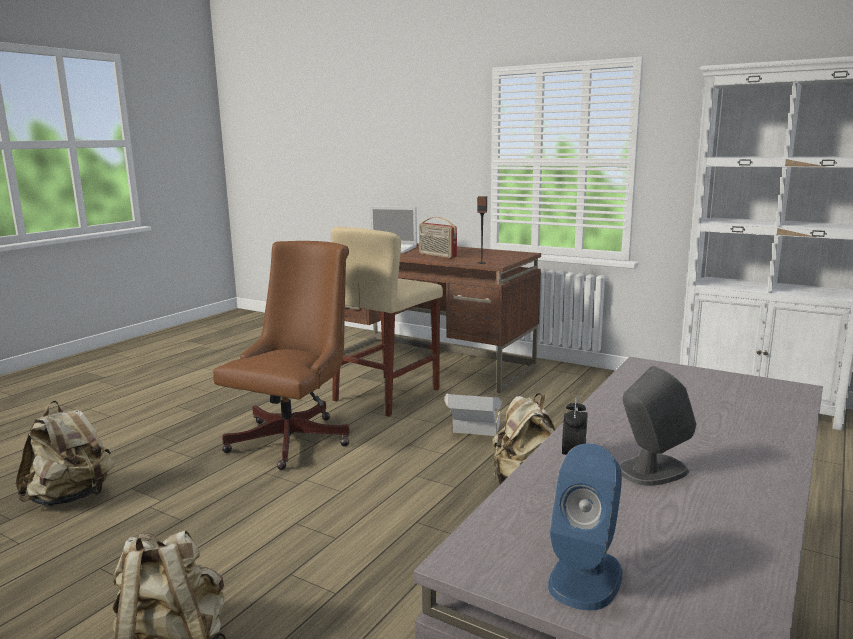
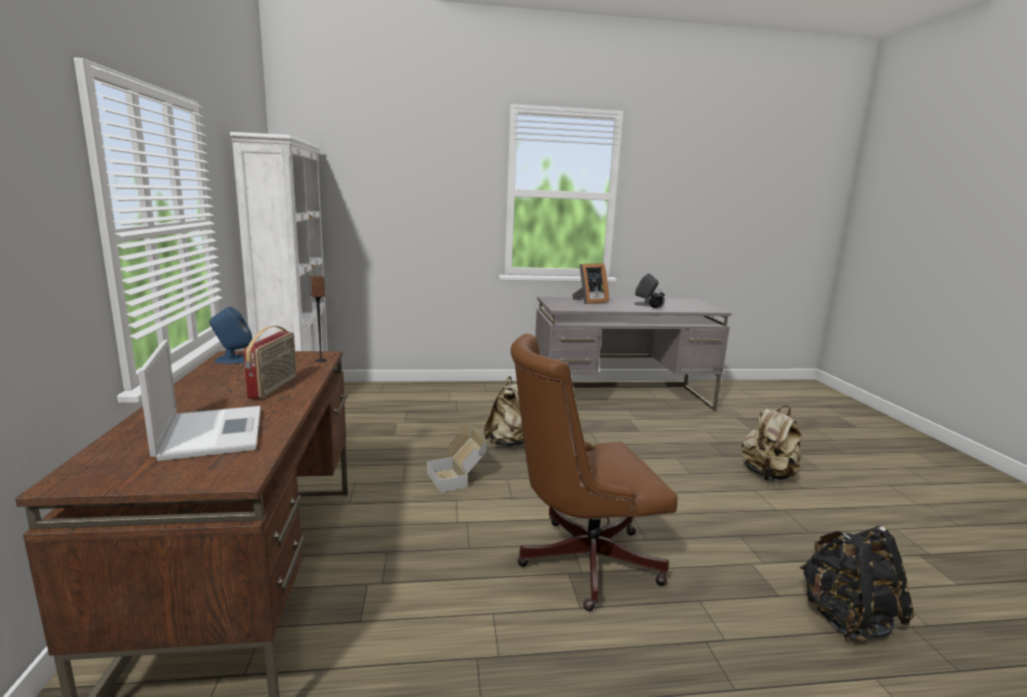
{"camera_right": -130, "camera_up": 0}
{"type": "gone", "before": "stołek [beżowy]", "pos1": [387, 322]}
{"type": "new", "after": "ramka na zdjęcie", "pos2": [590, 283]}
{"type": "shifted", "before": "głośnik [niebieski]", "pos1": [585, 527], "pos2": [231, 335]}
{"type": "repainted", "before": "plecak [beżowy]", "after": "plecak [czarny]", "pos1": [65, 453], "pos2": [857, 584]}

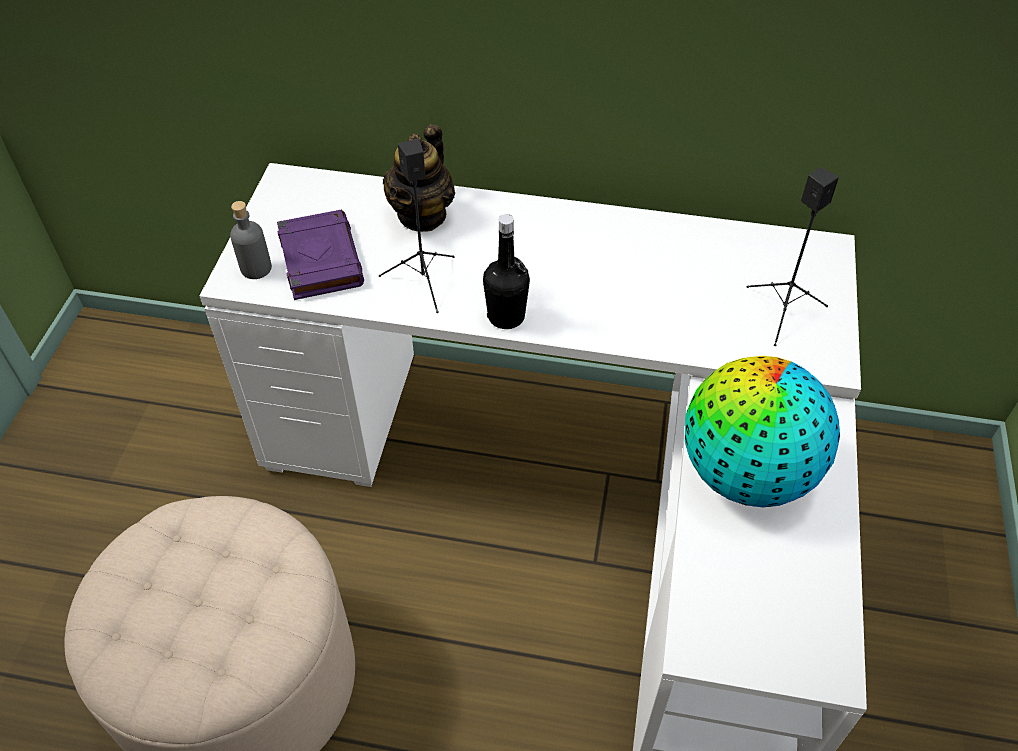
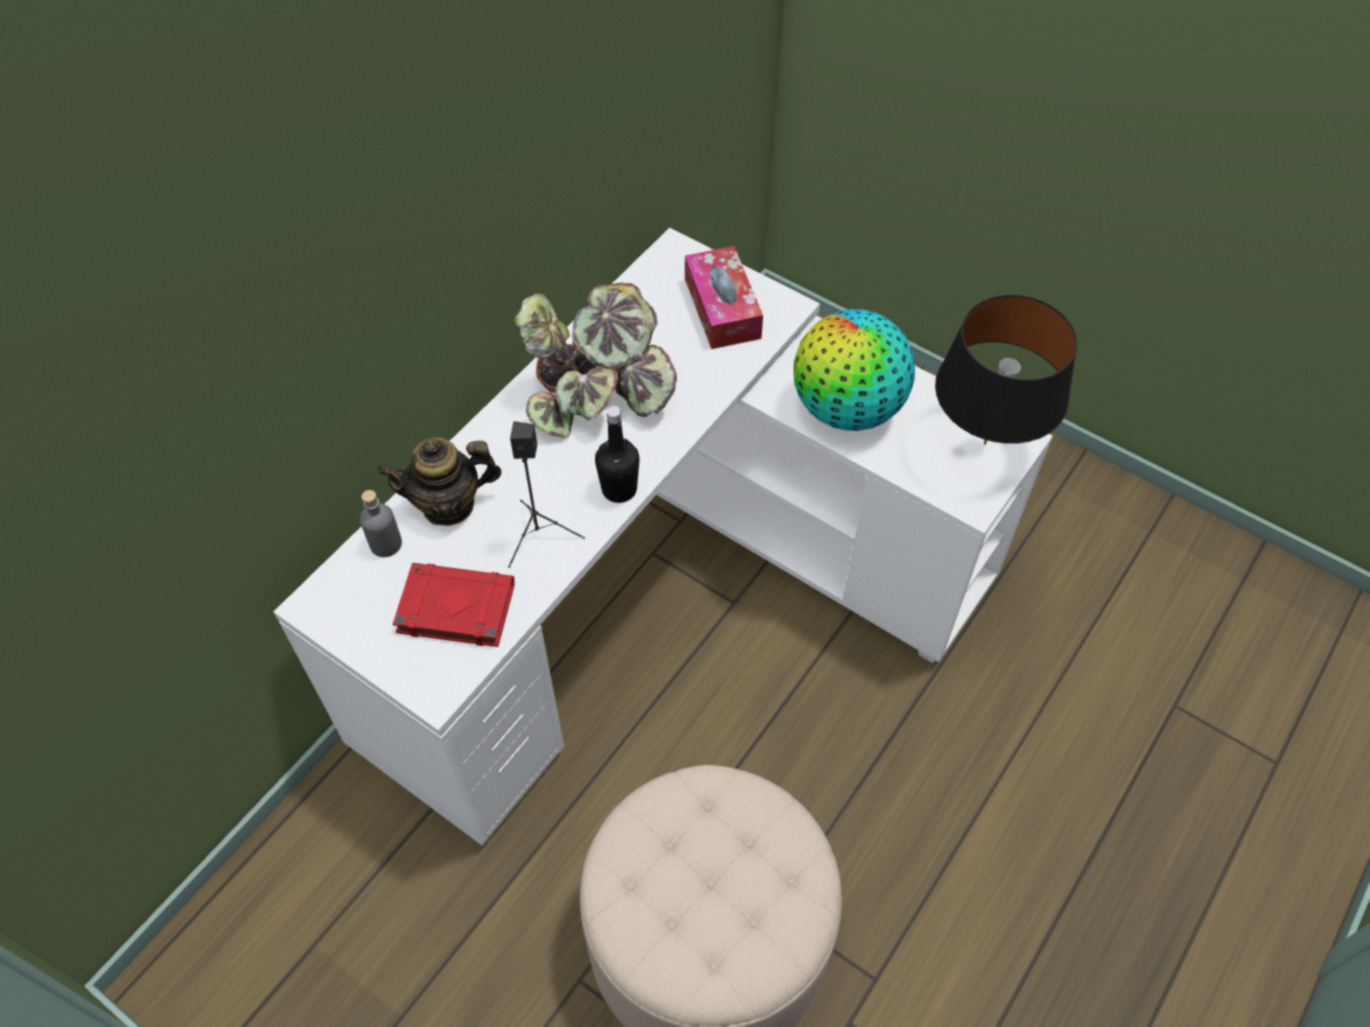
{"camera_right": -65, "camera_up": 5}
{"type": "new", "after": "roślina doniczkowa", "pos2": [595, 360]}
{"type": "new", "after": "lampa stołowa [czarny]", "pos2": [1006, 370]}
{"type": "shifted", "before": "butelka [szary]", "pos1": [251, 240], "pos2": [381, 523]}
{"type": "swapped", "before": "głośnik [czarny]", "after": "pudełko chusteczek", "pos1": [793, 256], "pos2": [724, 297]}
{"type": "repainted", "before": "książka [fioletowy]", "after": "książka [czerwony]", "pos1": [320, 255], "pos2": [454, 605]}
{"type": "rotated", "before": "imbryk", "pos1": [419, 178], "pos2": [440, 482], "turn": 120}

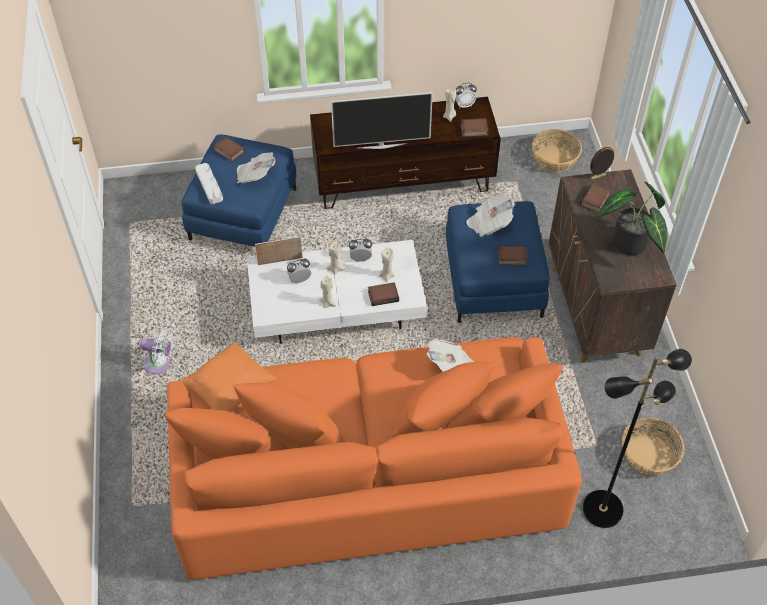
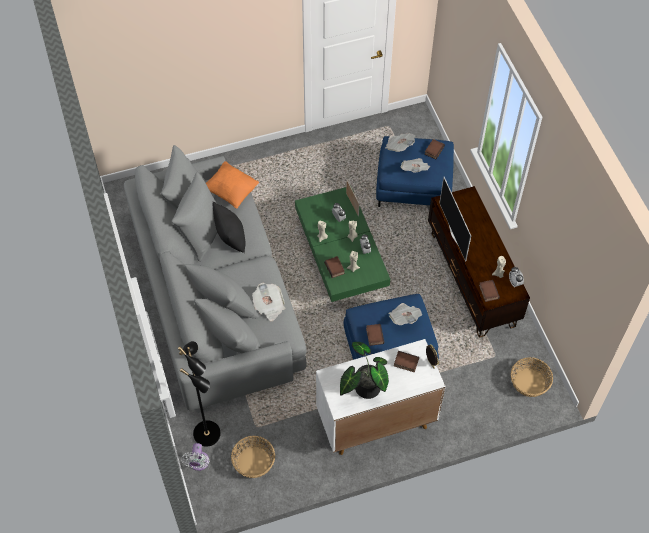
{"camera_right": 80, "camera_up": 5}
{"type": "new", "after": "poduszka [czarny]", "pos2": [228, 227]}
{"type": "shifted", "before": "wentylator [biały]", "pos1": [157, 351], "pos2": [195, 457]}
{"type": "swapped", "before": "taca [szary]", "after": "gazeta", "pos1": [209, 183], "pos2": [400, 142]}
{"type": "repainted", "before": "kanapa [pomarańczowy]", "after": "kanapa [szary]", "pos1": [373, 458], "pos2": [215, 278]}
{"type": "repainted", "before": "ława [biały]", "after": "ława [zielony]", "pos1": [337, 292], "pos2": [342, 244]}
{"type": "repainted", "before": "szafka [brązowy]", "after": "szafka [biały]", "pos1": [612, 266], "pos2": [381, 397]}

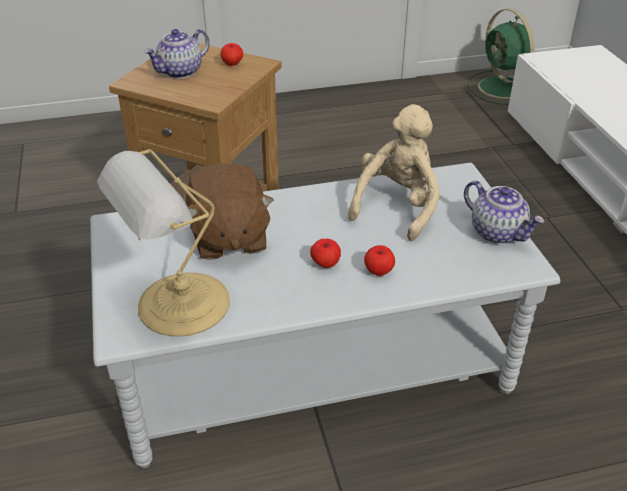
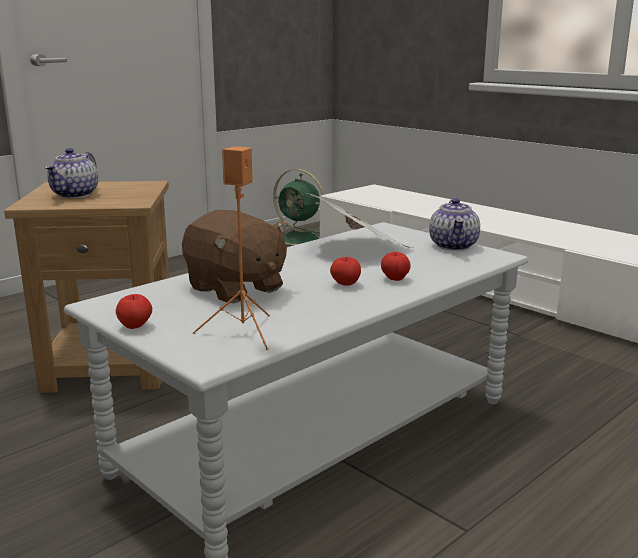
{"camera_right": -30, "camera_up": -20}
{"type": "shifted", "before": "jabłko", "pos1": [231, 54], "pos2": [134, 311]}
{"type": "swapped", "before": "lampa stołowa", "after": "głośnik [pomarańczowy]", "pos1": [163, 243], "pos2": [231, 248]}
{"type": "swapped", "before": "pluszak [beżowy]", "after": "gazeta", "pos1": [394, 172], "pos2": [360, 220]}
{"type": "rotated", "before": "imbryk", "pos1": [504, 212], "pos2": [454, 224], "turn": 75}

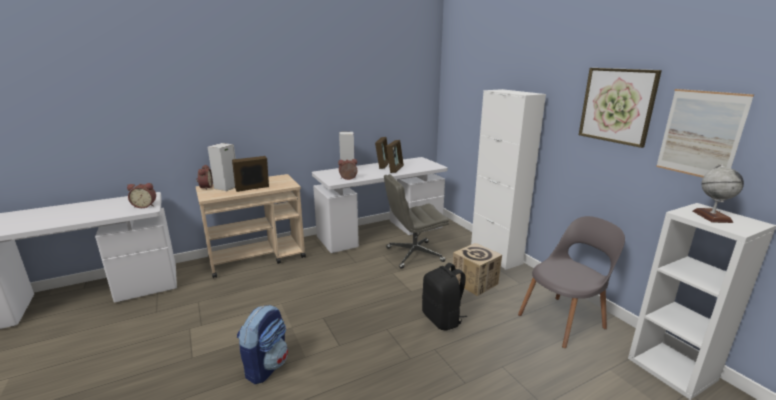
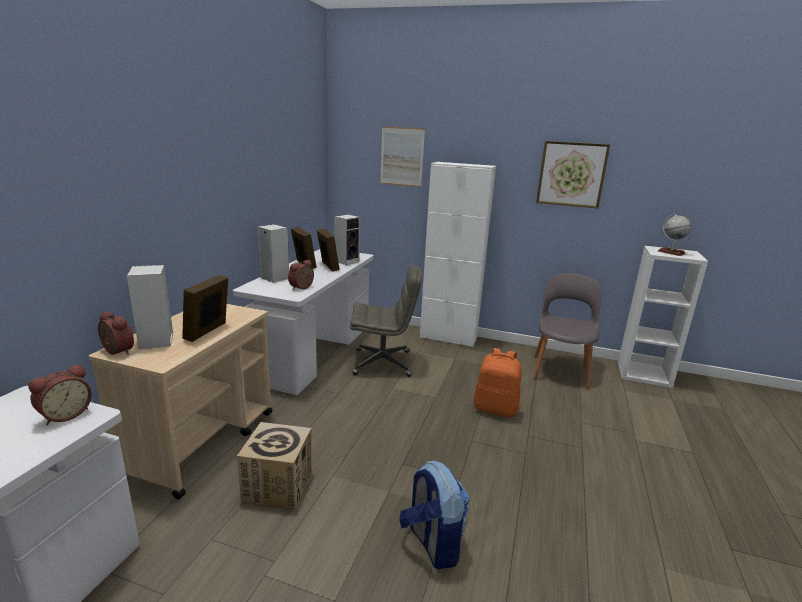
{"camera_right": -45, "camera_up": 0}
{"type": "new", "after": "głośnik", "pos2": [347, 240]}
{"type": "shifted", "before": "karton", "pos1": [477, 269], "pos2": [274, 465]}
{"type": "shifted", "before": "obraz", "pos1": [705, 133], "pos2": [402, 156]}
{"type": "repainted", "before": "plecak [czarny]", "after": "plecak [pomarańczowy]", "pos1": [444, 296], "pos2": [497, 382]}
{"type": "rotated", "before": "krzesło biurowe [szary]", "pos1": [416, 221], "pos2": [386, 321], "turn": -120}

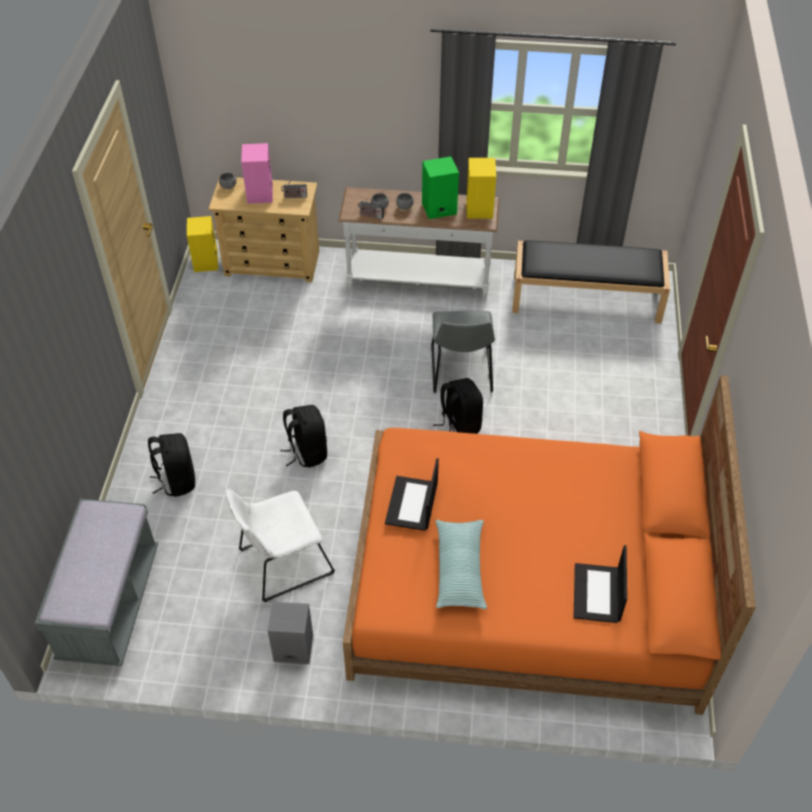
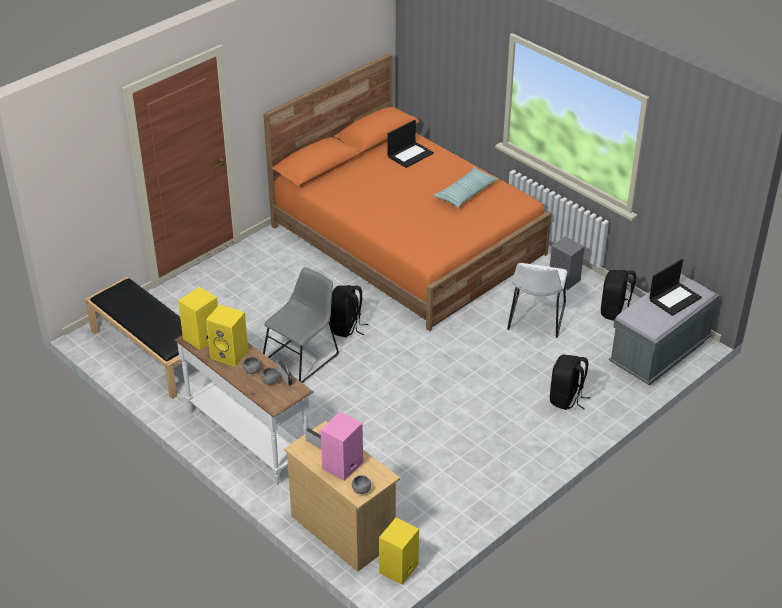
{"camera_right": -140, "camera_up": -10}
{"type": "shifted", "before": "plecak [czarny]", "pos1": [303, 436], "pos2": [618, 295]}
{"type": "shifted", "before": "laptop", "pos1": [412, 494], "pos2": [675, 287]}
{"type": "repainted", "before": "głośnik [zielony]", "after": "głośnik [żółty]", "pos1": [440, 188], "pos2": [227, 335]}
{"type": "rotated", "before": "krzesło [biały]", "pos1": [280, 545], "pos2": [537, 300], "turn": 90}

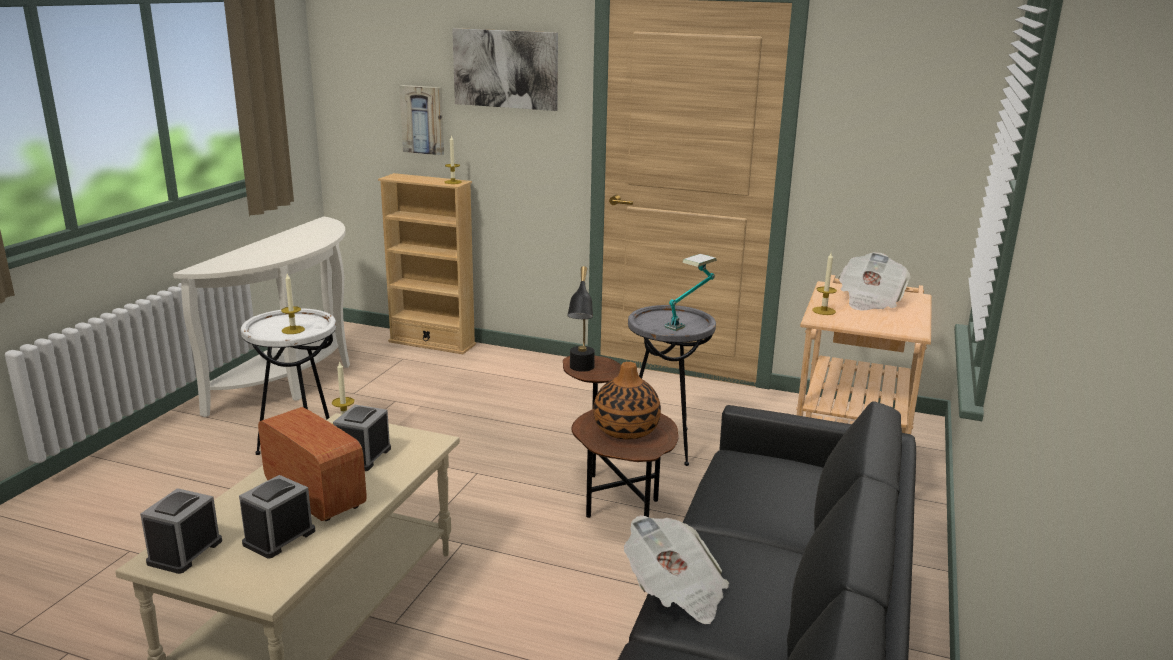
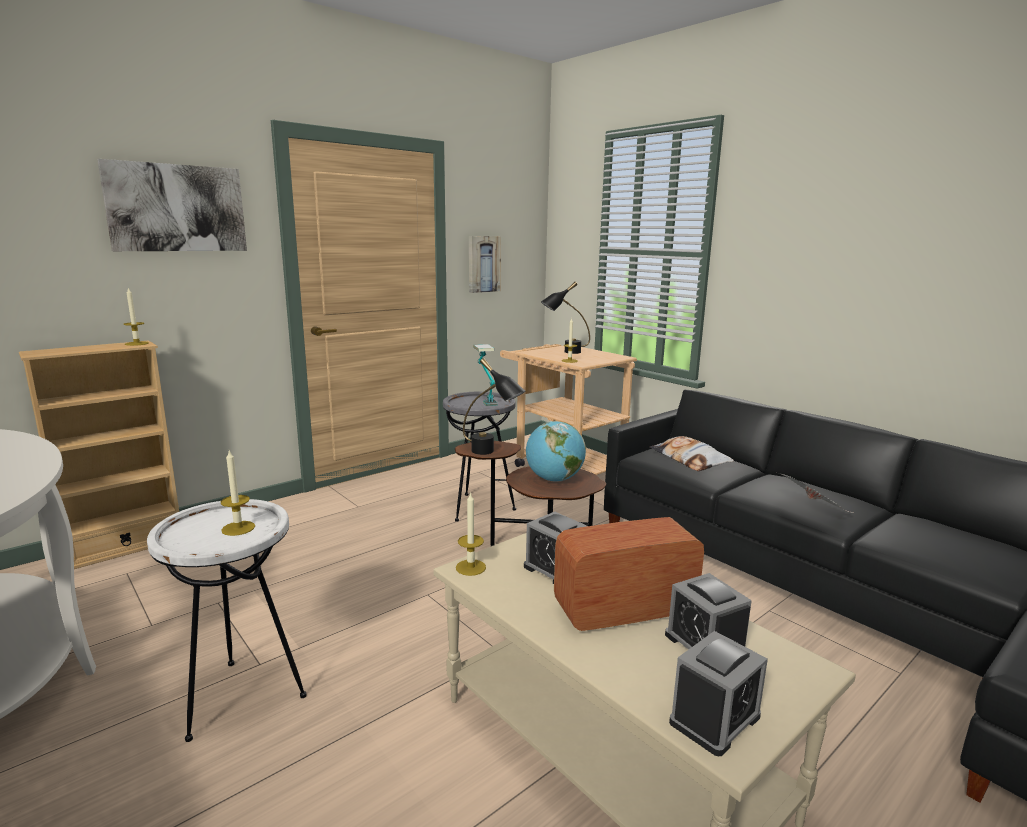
{"camera_right": -60, "camera_up": -5}
{"type": "new", "after": "poduszka", "pos2": [692, 453]}
{"type": "shifted", "before": "obraz", "pos1": [421, 120], "pos2": [485, 264]}
{"type": "swapped", "before": "wazon", "after": "globus", "pos1": [627, 400], "pos2": [556, 451]}
{"type": "swapped", "before": "gazeta", "after": "lampa stołowa [czarny]", "pos1": [874, 281], "pos2": [565, 318]}
{"type": "rotated", "before": "budzik", "pos1": [181, 531], "pos2": [718, 693], "turn": -90}

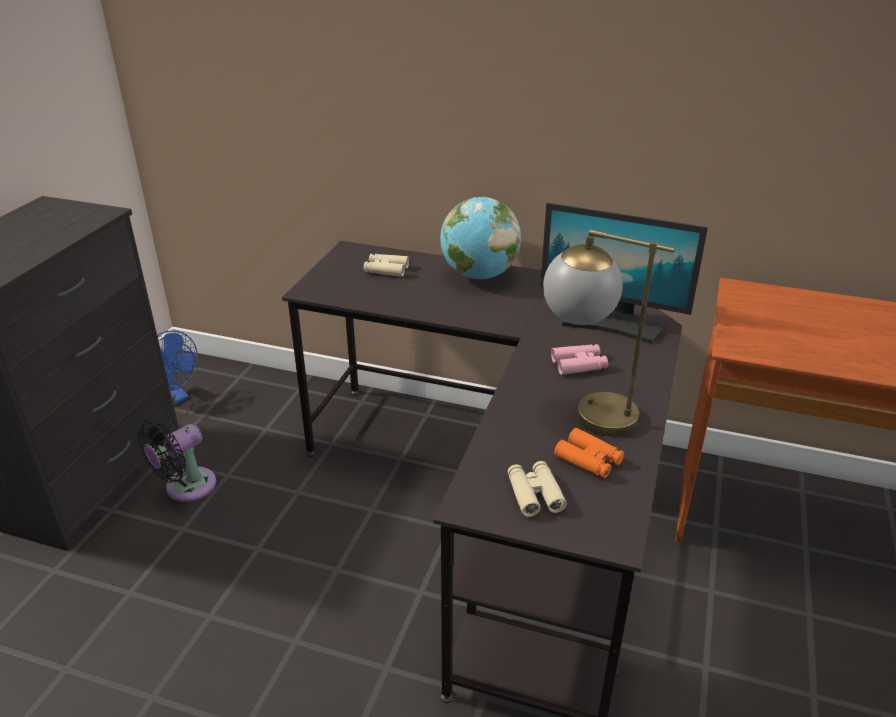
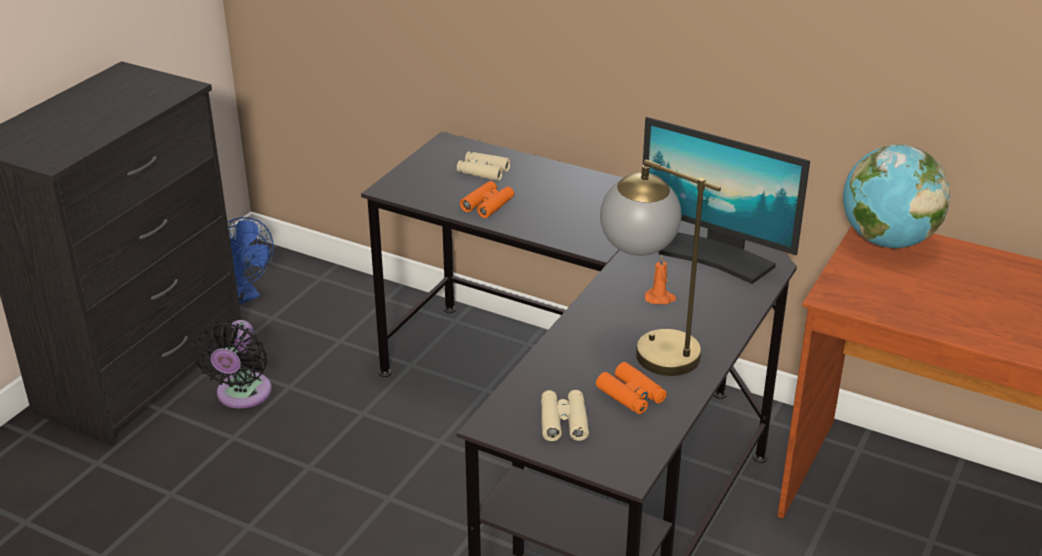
{"camera_right": 10, "camera_up": 0}
{"type": "new", "after": "lornetka [pomarańczowy]", "pos2": [487, 199]}
{"type": "shifted", "before": "globus", "pos1": [480, 238], "pos2": [896, 196]}
{"type": "swapped", "before": "lornetka [różowy]", "after": "świeca [pomarańczowy]", "pos1": [579, 359], "pos2": [660, 279]}
{"type": "rotated", "before": "wentylator [czarny]", "pos1": [176, 461], "pos2": [231, 364], "turn": -45}

